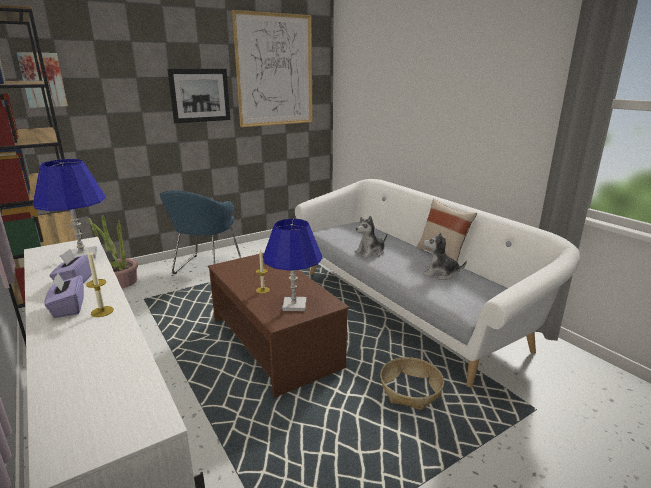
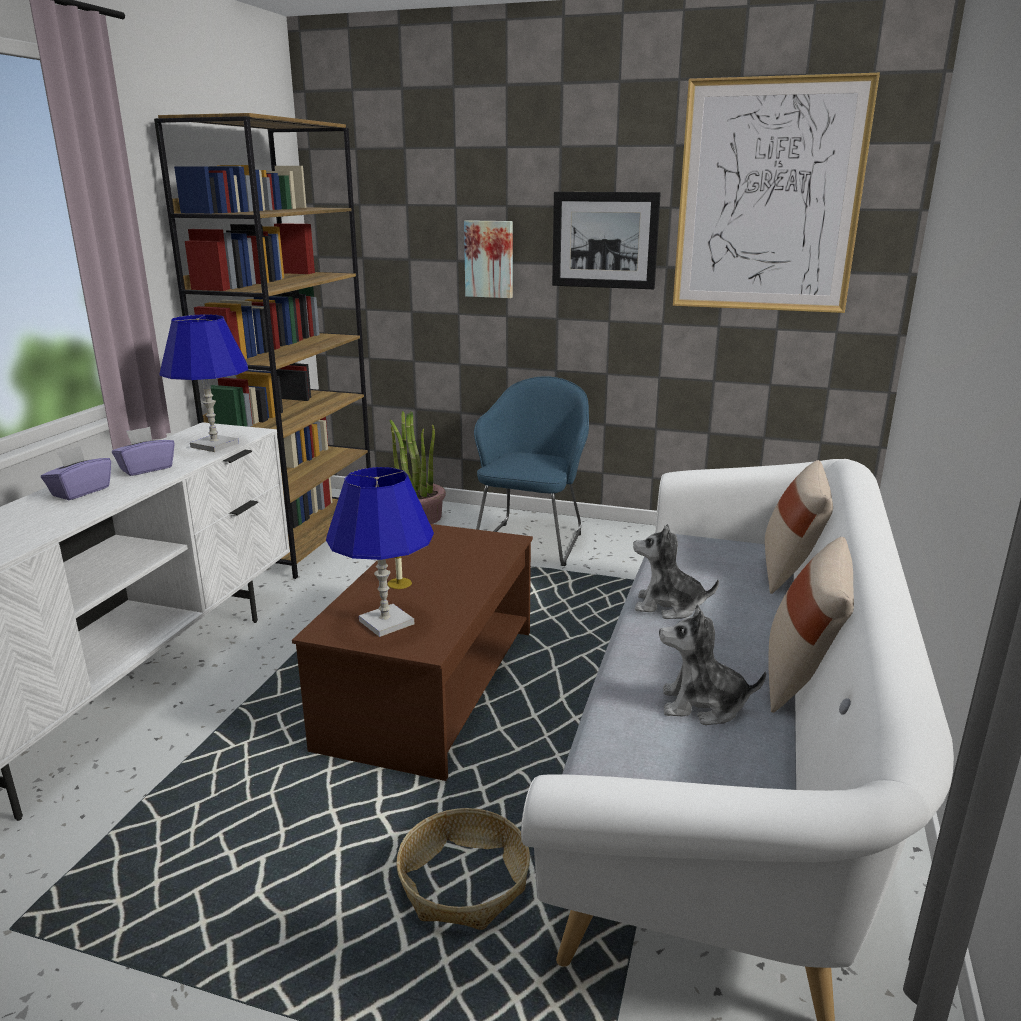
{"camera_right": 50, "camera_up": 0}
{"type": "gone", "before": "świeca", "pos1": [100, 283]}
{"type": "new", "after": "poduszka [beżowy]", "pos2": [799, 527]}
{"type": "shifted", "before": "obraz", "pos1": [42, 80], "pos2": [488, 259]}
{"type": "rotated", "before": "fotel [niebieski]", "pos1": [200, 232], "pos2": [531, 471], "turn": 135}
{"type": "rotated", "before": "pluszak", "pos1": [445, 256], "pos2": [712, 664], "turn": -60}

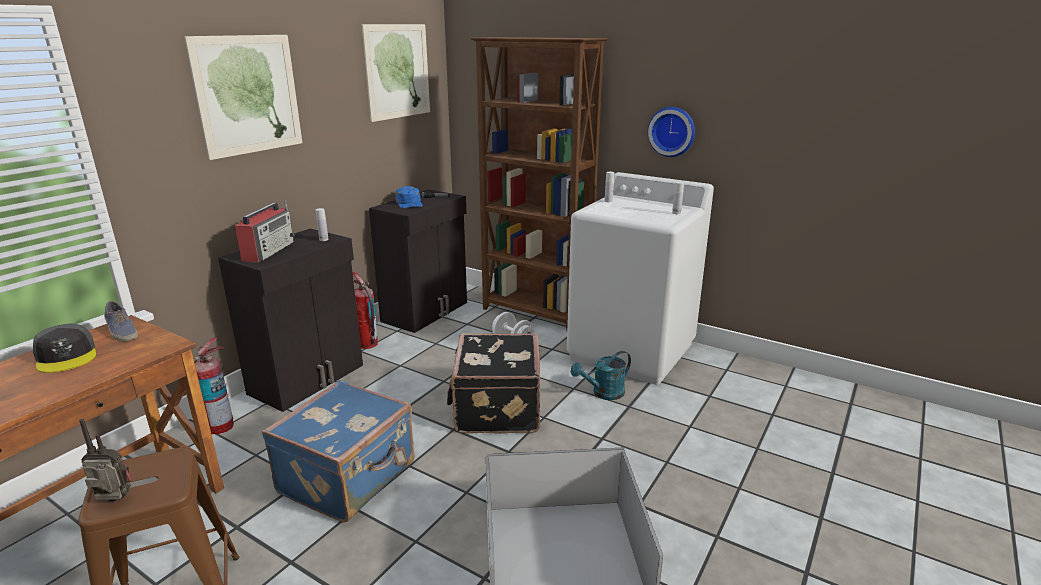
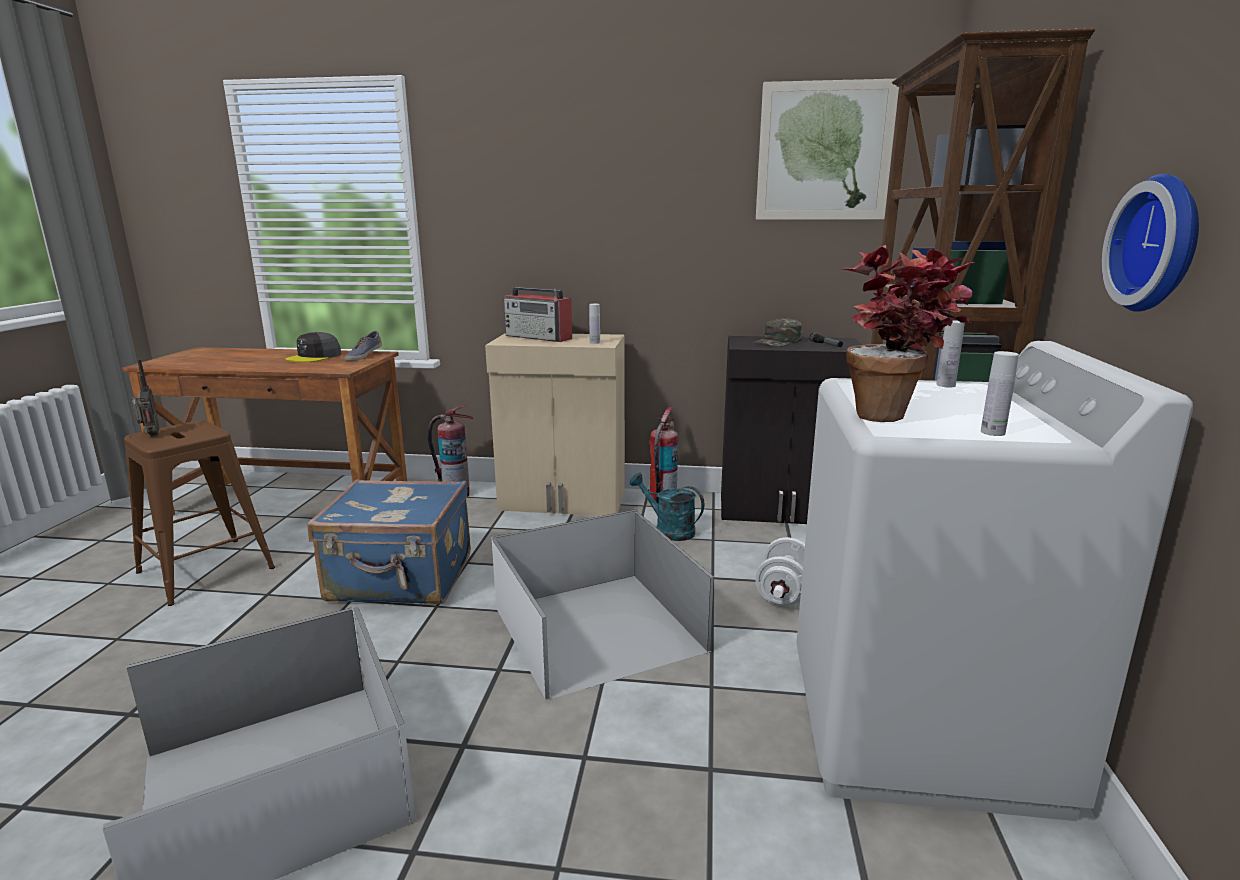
{"camera_right": 65, "camera_up": -5}
{"type": "gone", "before": "obraz", "pos1": [243, 97]}
{"type": "new", "after": "roślina doniczkowa", "pos2": [908, 333]}
{"type": "shifted", "before": "konewka [turkusowy]", "pos1": [601, 375], "pos2": [666, 507]}
{"type": "swapped", "before": "walizka [czarny]", "after": "pojemnik do przechowywania [biały]", "pos1": [493, 383], "pos2": [603, 604]}
{"type": "repainted", "before": "szafka [czarny]", "after": "szafka [beżowy]", "pos1": [290, 320], "pos2": [555, 424]}
{"type": "repainted", "before": "czapka z daszkiem [niebieski]", "after": "czapka z daszkiem [zielony]", "pos1": [409, 197], "pos2": [777, 333]}
{"type": "rotated", "before": "radio", "pos1": [264, 231], "pos2": [538, 314], "turn": 45}

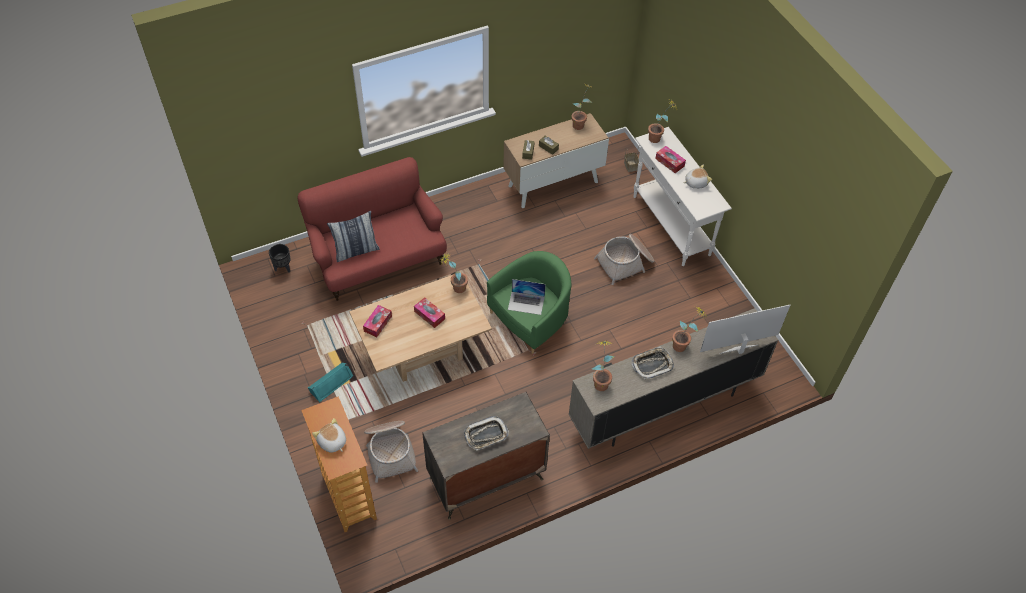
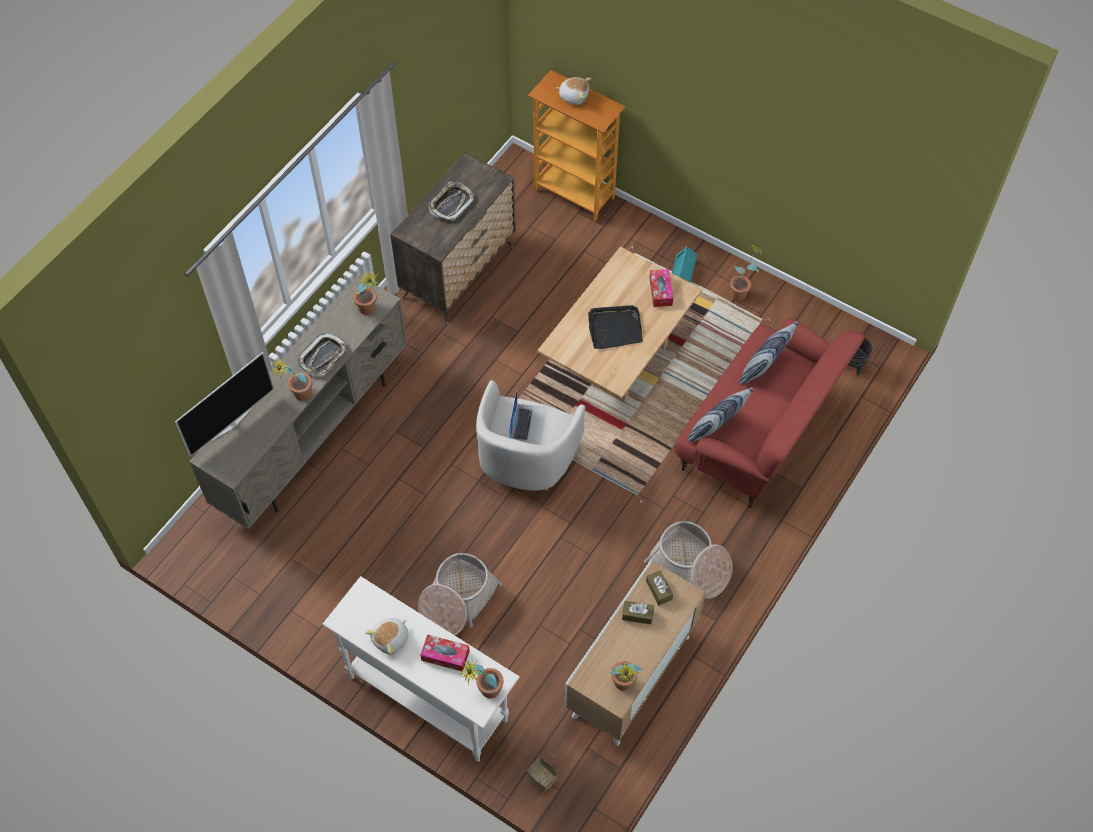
{"camera_right": 150, "camera_up": 5}
{"type": "new", "after": "poduszka", "pos2": [721, 414]}
{"type": "shifted", "before": "koszyk", "pos1": [391, 452], "pos2": [688, 560]}
{"type": "shifted", "before": "roślina doniczkowa", "pos1": [454, 273], "pos2": [747, 272]}
{"type": "swapped", "before": "pudełko chusteczek", "after": "taca [czarny]", "pos1": [429, 312], "pos2": [615, 327]}
{"type": "repainted", "before": "fotel [zielony]", "after": "fotel [biały]", "pos1": [529, 302], "pos2": [530, 435]}
{"type": "rotated", "before": "laptop", "pos1": [527, 297], "pos2": [528, 417], "turn": 120}

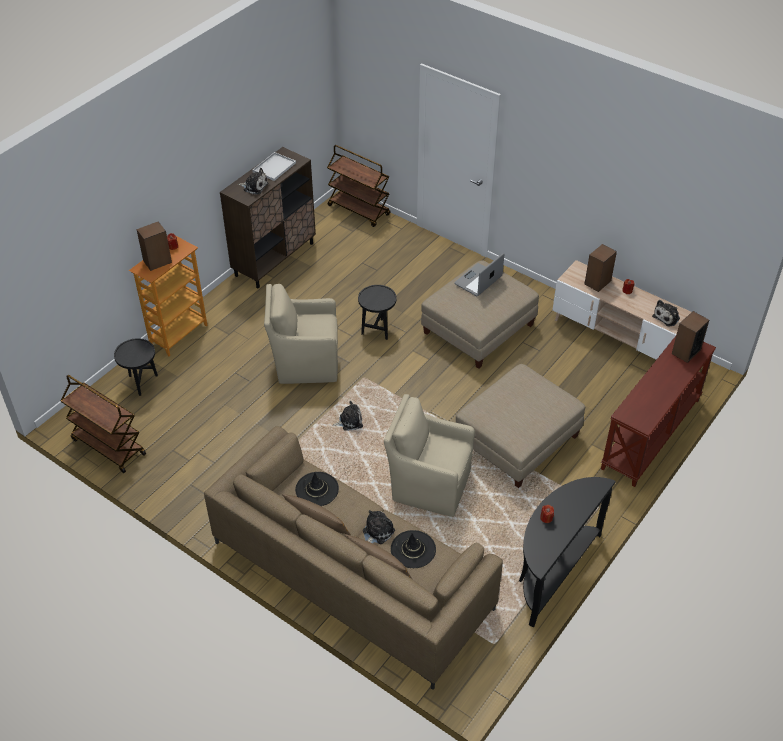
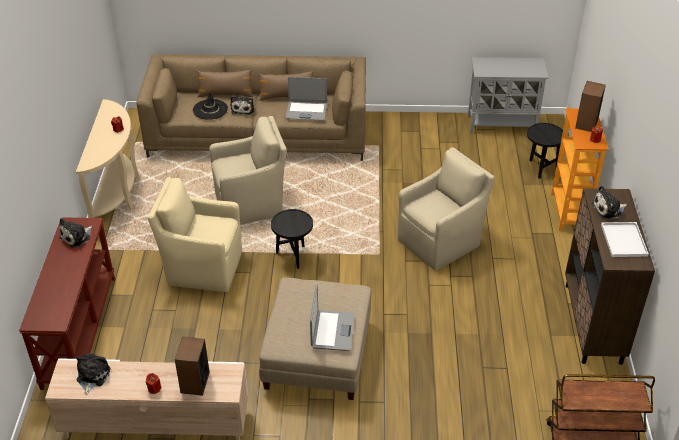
{"camera_right": 145, "camera_up": -5}
{"type": "gone", "before": "głośnik", "pos1": [690, 337]}
{"type": "shifted", "before": "pluszak", "pos1": [348, 416], "pos2": [76, 233]}
{"type": "shifted", "before": "stolik [czarny]", "pos1": [377, 312], "pos2": [292, 239]}
{"type": "swapped", "before": "wózek [brązowy]", "after": "szafka [szary]", "pos1": [103, 424], "pos2": [508, 95]}
{"type": "swapped", "before": "kapelusz [czarny]", "after": "laptop", "pos1": [317, 489], "pos2": [306, 99]}
{"type": "swapped", "before": "pufa [beżowy]", "after": "fotel [beżowy]", "pos1": [520, 426], "pos2": [195, 234]}
{"type": "repainted", "before": "stolik konsolowy [czarny]", "after": "stolik konsolowy [beżowy]", "pos1": [567, 552], "pos2": [108, 158]}

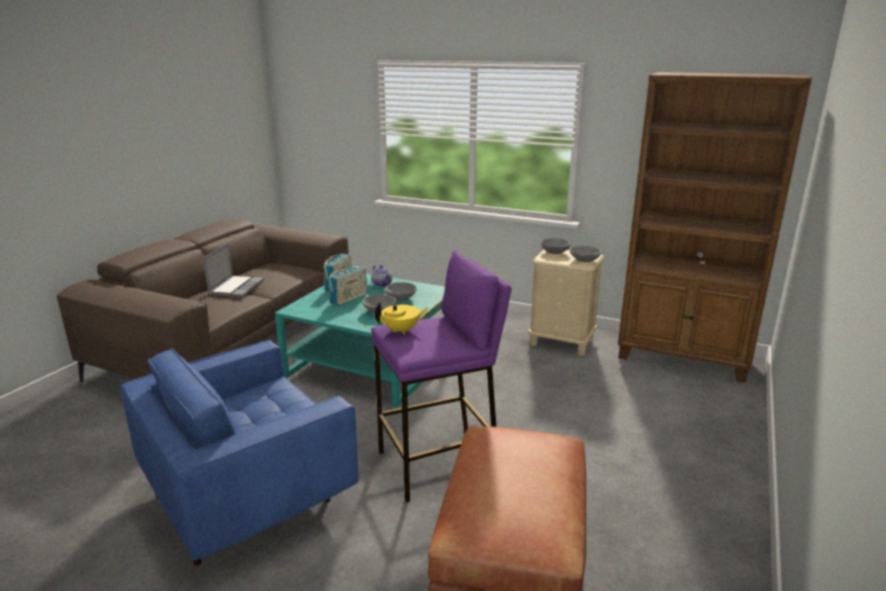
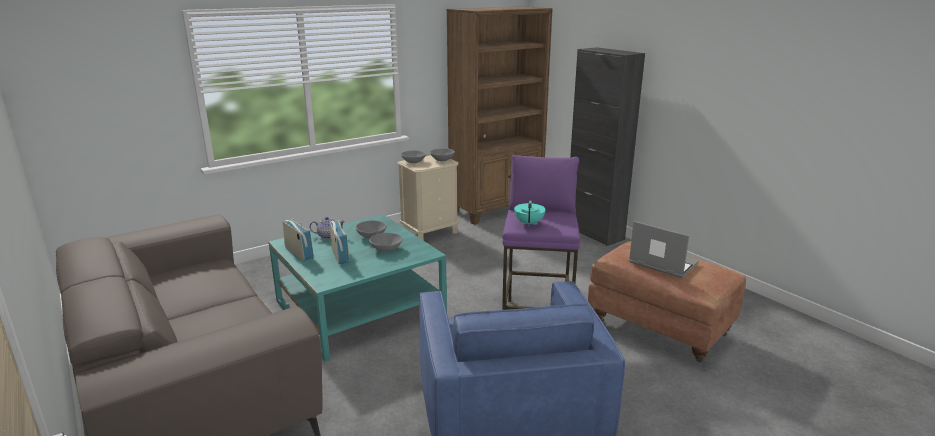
{"camera_right": -60, "camera_up": 0}
{"type": "new", "after": "szafka [czarny]", "pos2": [607, 146]}
{"type": "shifted", "before": "laptop", "pos1": [233, 270], "pos2": [664, 249]}
{"type": "repainted", "before": "imbryk [żółty]", "after": "imbryk [turkusowy]", "pos1": [401, 318], "pos2": [530, 213]}

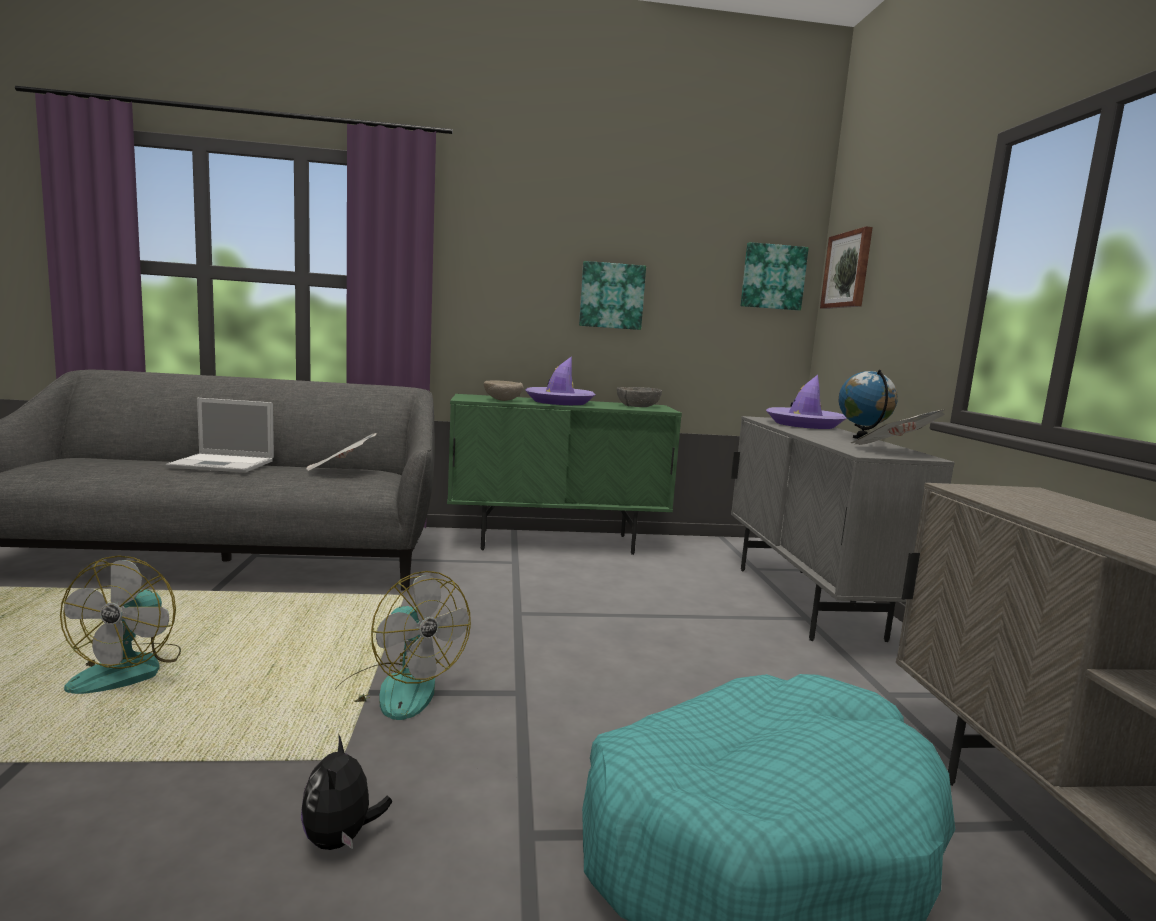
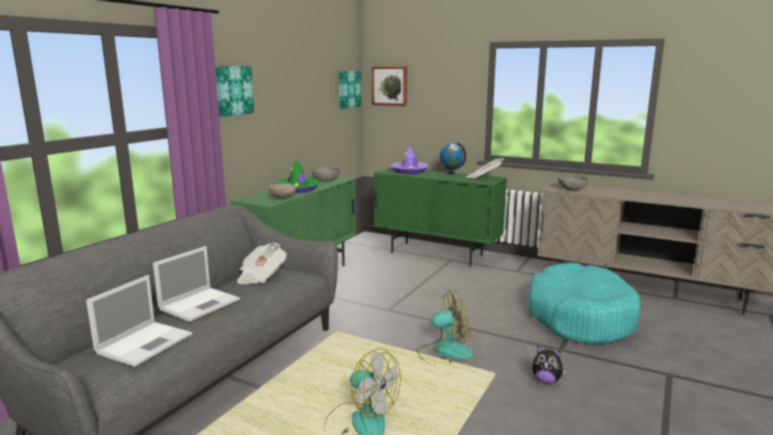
{"camera_right": -55, "camera_up": 5}
{"type": "new", "after": "laptop", "pos2": [139, 321]}
{"type": "new", "after": "miska [szary]", "pos2": [573, 183]}
{"type": "shifted", "before": "obraz", "pos1": [612, 295], "pos2": [234, 91]}
{"type": "repainted", "before": "kapelusz [fioletowy]", "after": "kapelusz [zielony]", "pos1": [560, 380], "pos2": [297, 176]}
{"type": "repainted", "before": "szafka [szary]", "after": "szafka [zielony]", "pos1": [843, 529], "pos2": [440, 217]}

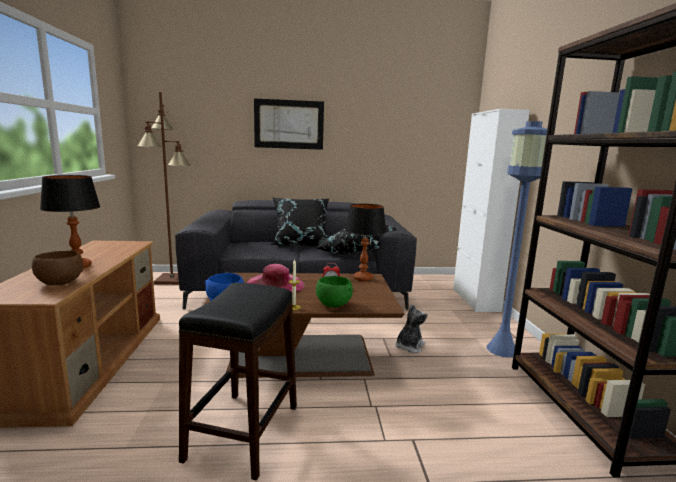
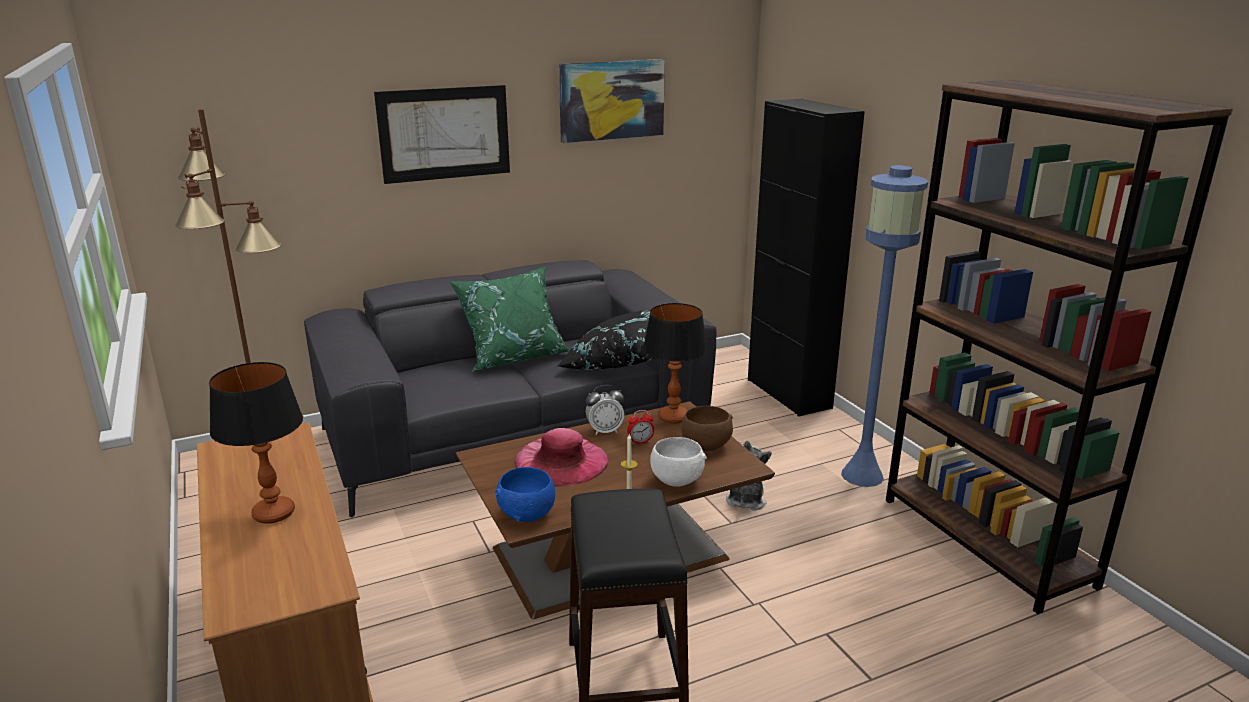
{"camera_right": -20, "camera_up": 10}
{"type": "new", "after": "obraz", "pos2": [612, 101]}
{"type": "new", "after": "budzik", "pos2": [605, 410]}
{"type": "shifted", "before": "miska [brązowy]", "pos1": [58, 268], "pos2": [707, 428]}
{"type": "repainted", "before": "poduszka [czarny]", "after": "poduszka [zielony]", "pos1": [299, 221], "pos2": [509, 319]}
{"type": "repainted", "before": "miska [zielony]", "after": "miska [biały]", "pos1": [334, 291], "pos2": [678, 462]}
{"type": "repainted", "before": "szafka [biały]", "after": "szafka [czarny]", "pos1": [491, 210], "pos2": [806, 258]}

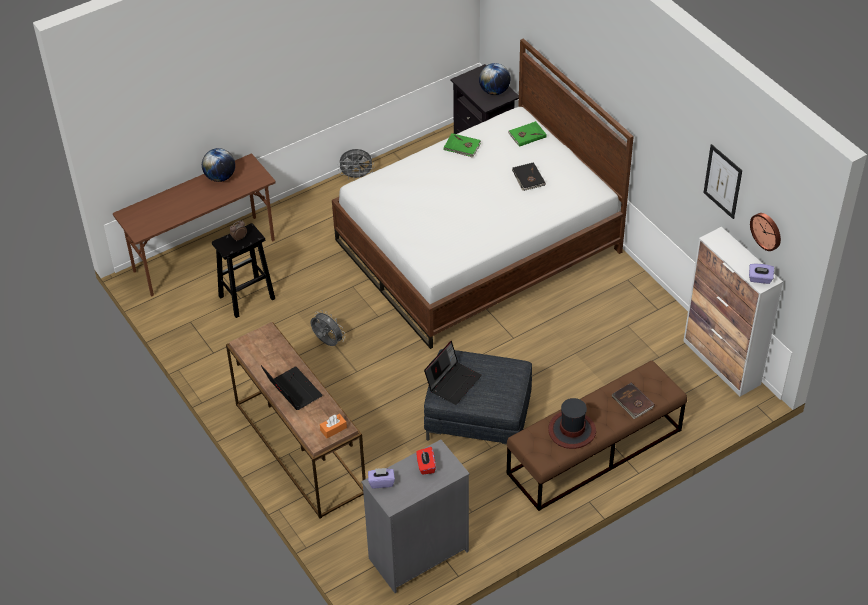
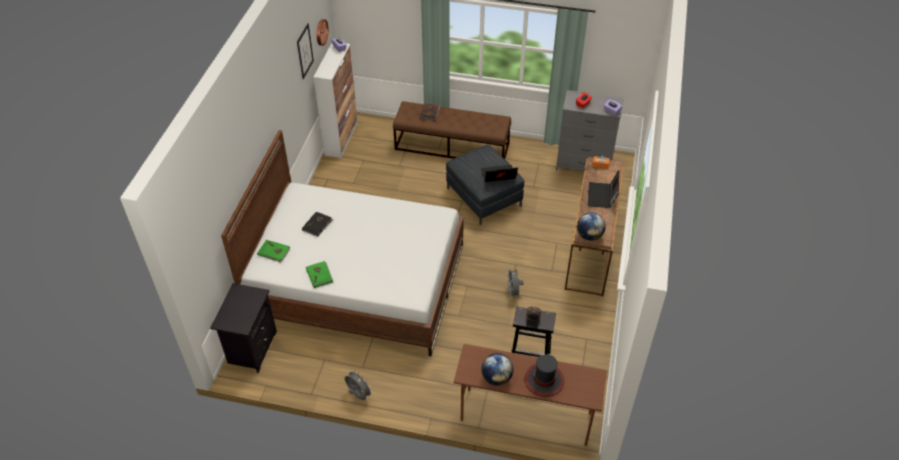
{"camera_right": -135, "camera_up": 0}
{"type": "shifted", "before": "globus", "pos1": [495, 79], "pos2": [591, 227]}
{"type": "shifted", "before": "kapelusz", "pos1": [572, 423], "pos2": [544, 375]}

